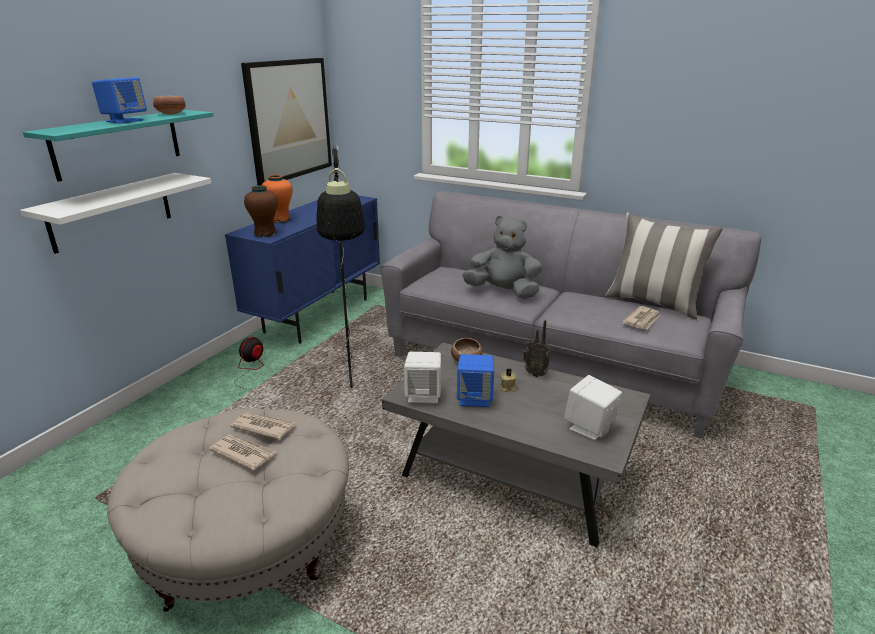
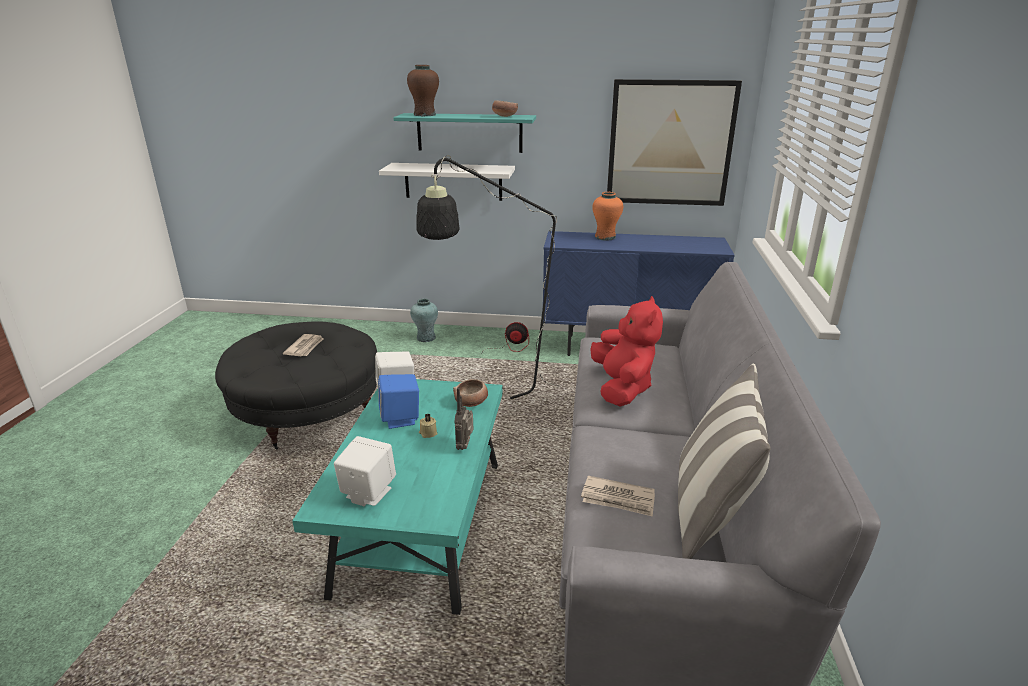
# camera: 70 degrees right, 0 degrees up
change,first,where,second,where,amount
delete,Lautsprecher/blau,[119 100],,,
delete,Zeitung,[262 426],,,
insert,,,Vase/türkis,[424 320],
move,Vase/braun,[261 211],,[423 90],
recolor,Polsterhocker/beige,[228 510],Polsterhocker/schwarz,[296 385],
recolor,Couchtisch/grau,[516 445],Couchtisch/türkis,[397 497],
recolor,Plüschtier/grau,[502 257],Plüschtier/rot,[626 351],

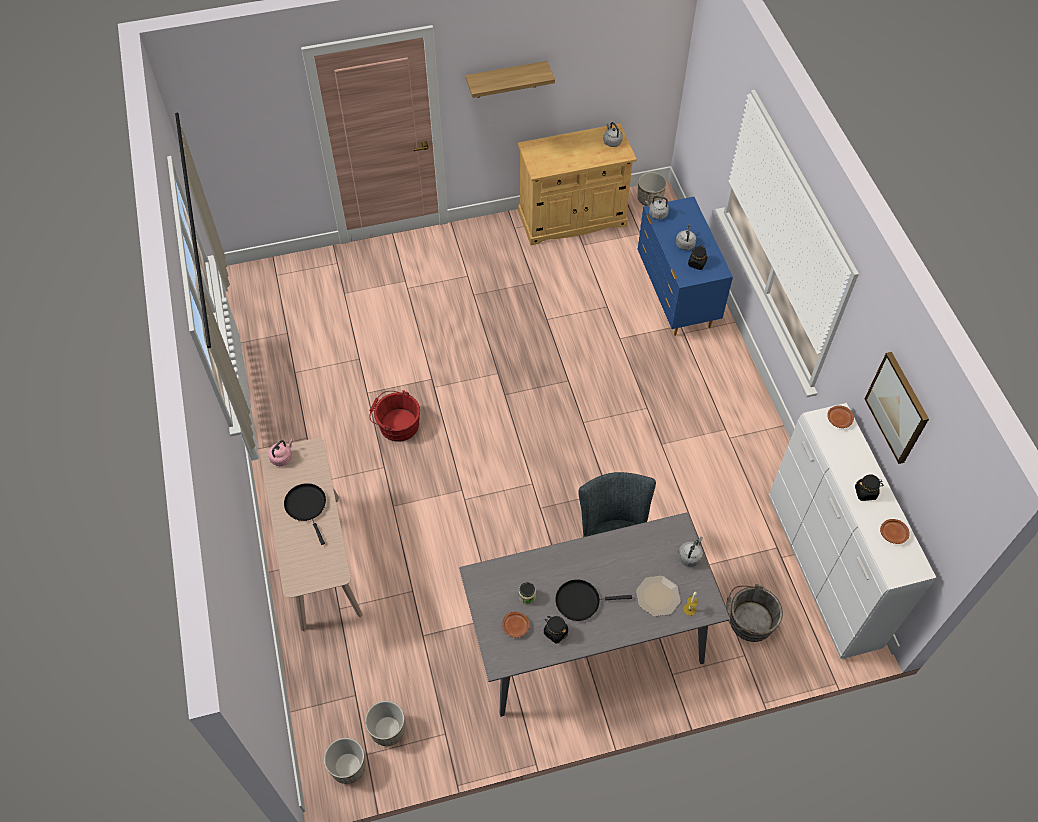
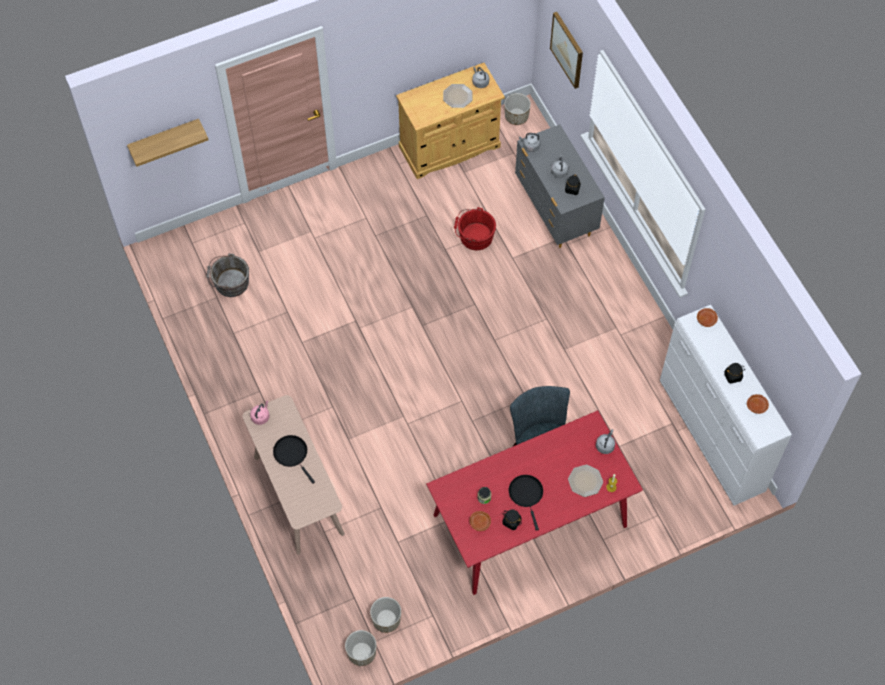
# camera: 10 degrees left, 5 degrees up
change,first,where,second,where,amount
insert,,,Teller,[458 96],
move,Eimer/rot,[394 416],,[475 228],
move,Wandregal,[510 79],,[167 143],
move,Eimer/grau,[754 613],,[227 275],
move,Bild,[897 408],,[566 50],
recolor,Esstisch/grau,[594 614],Esstisch/rot,[534 502],
recolor,Kommode/blau,[685 266],Kommode/grau,[560 186],
rotate,Pfanne/schwarz,[593 600],,[526 503],90 degrees clockwise

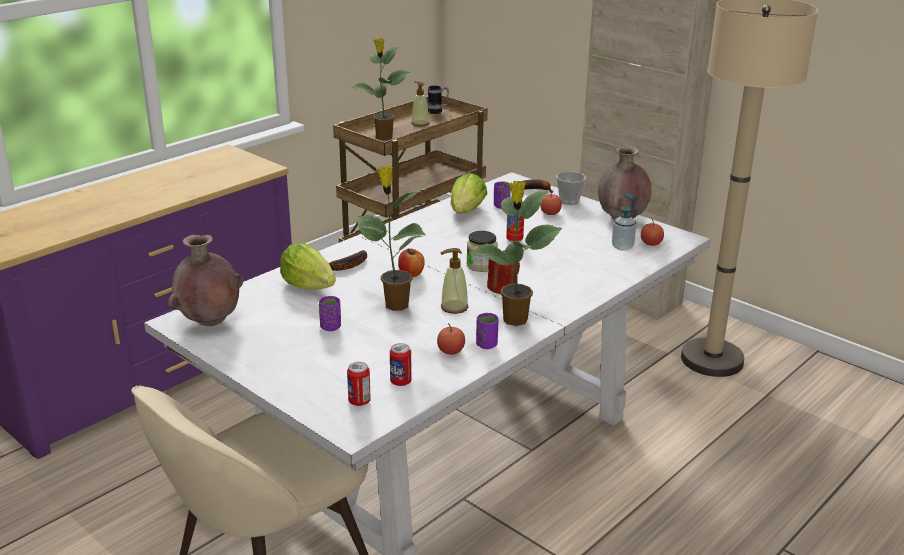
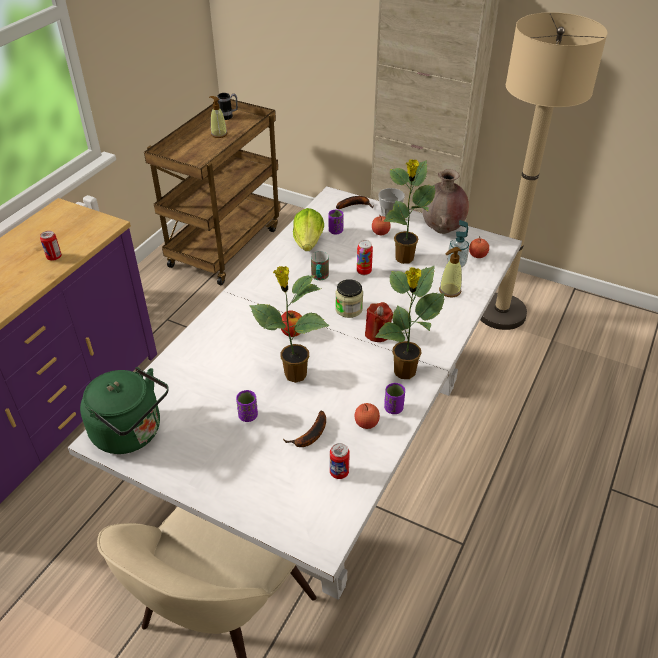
# camera: 15 degrees left, 15 degrees up
change,first,where,second,where,amount
delete,Salatkopf,[308 266],,,
insert,,,Henkelbecher,[320 265],
move,Banane,[348 260],,[304 429],
move,Dose,[359 384],,[51 245],
move,Topfpflanze,[381 89],,[410 211],
move,Seifenspender,[454 281],,[450 272],
replace,Vase/braun,[205 280],Wasserkessel/grün,[124 410],

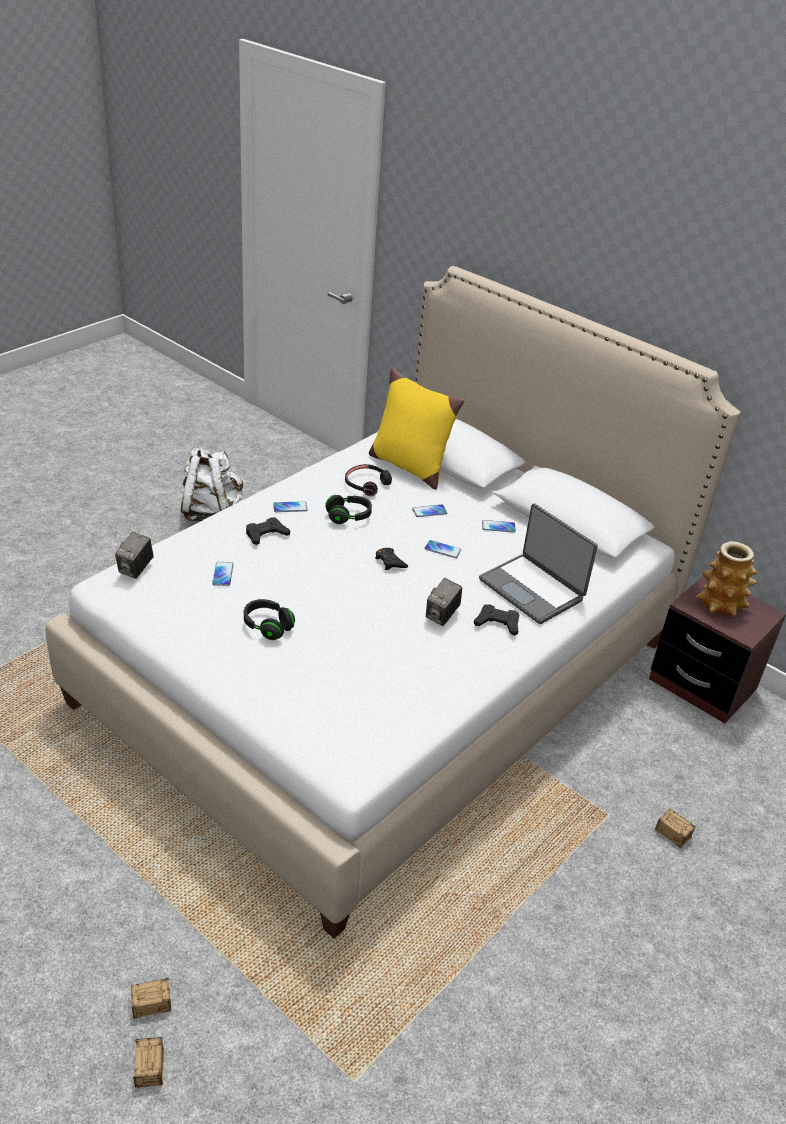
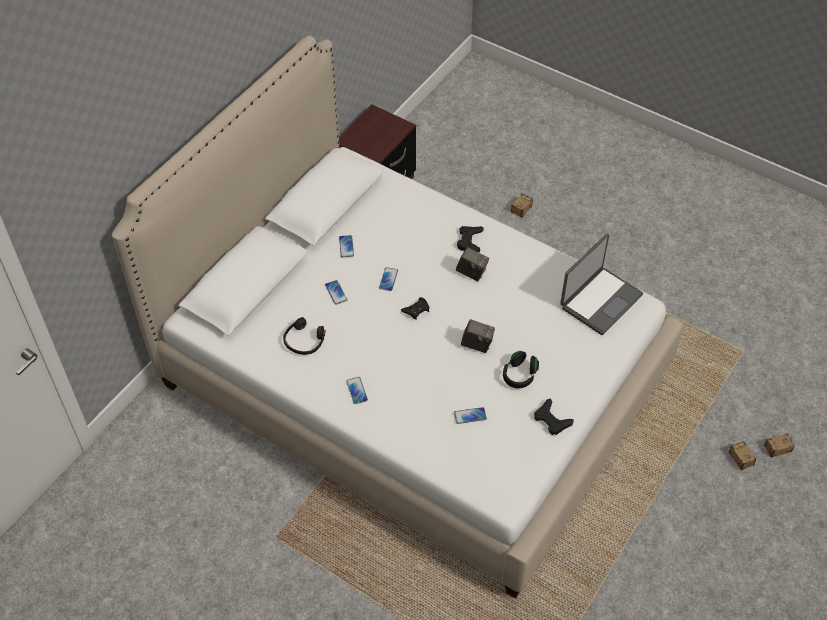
# camera: 95 degrees left, 15 degrees up
change,first,where,second,where,amount
delete,Rucksack/weiß,[211 485],,,
delete,Kopfhörer/schwarz,[348 509],,,
delete,Kissen/gelb,[416 429],,,
delete,Vase,[726 578],,,
move,Kamera,[134 555],,[478 336],
move,Gamepad/schwarz,[268 531],,[554 416],
move,Laptop,[538 563],,[601 284],

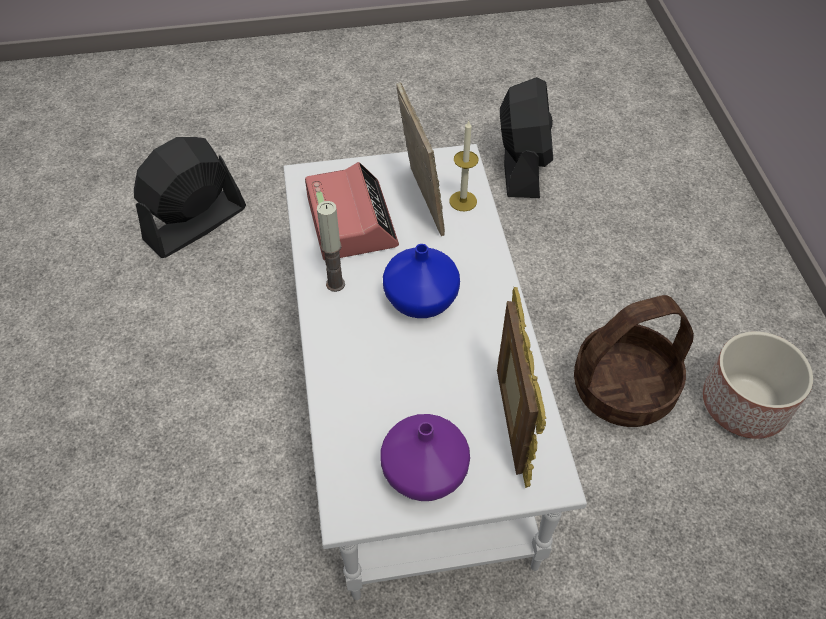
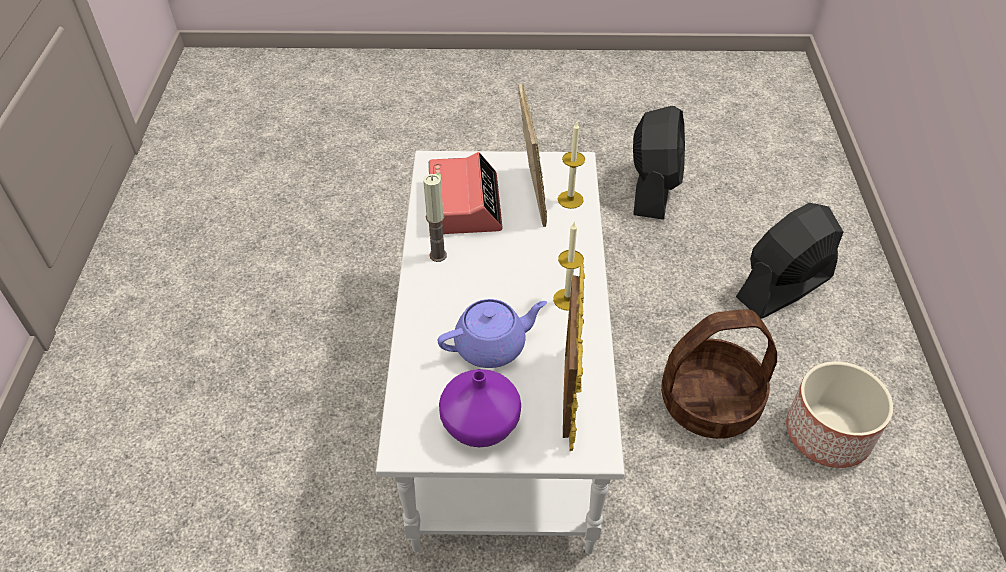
# camera: 10 degrees right, 5 degrees down
change,first,where,second,where,amount
delete,Vase/blau,[421 281],,,
insert,,,Teekanne/lila,[492 333],
insert,,,Kerze,[568 266],
move,Ventilator/schwarz,[190 197],,[789 261],

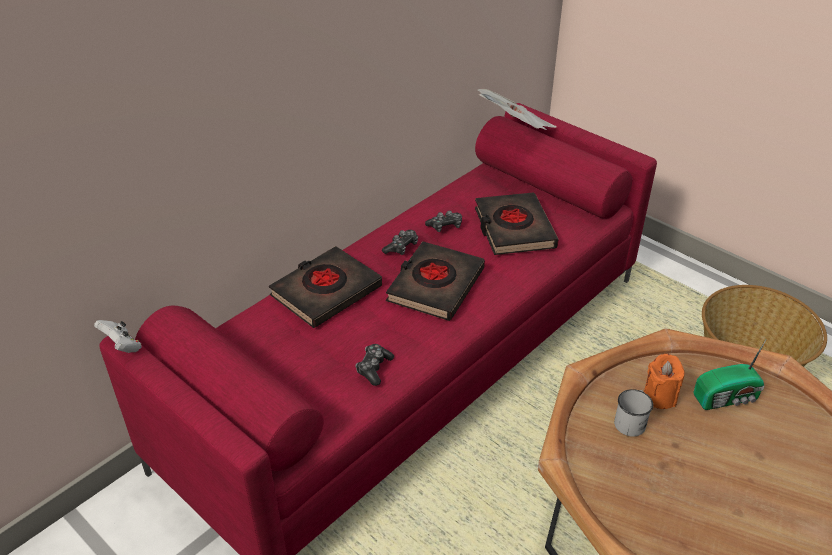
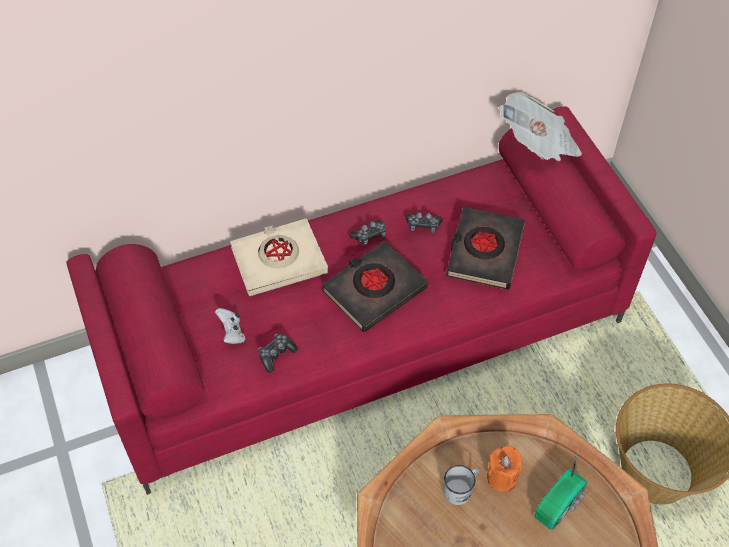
# camera: 25 degrees right, 15 degrees up
change,first,where,second,where,amount
move,Gamepad/weiß,[118 336],,[230 326],
recolor,Buch/schwarz,[325 287],Buch/beige,[279 257],
rotate,Radio,[729 375],,[561 490],60 degrees counterclockwise

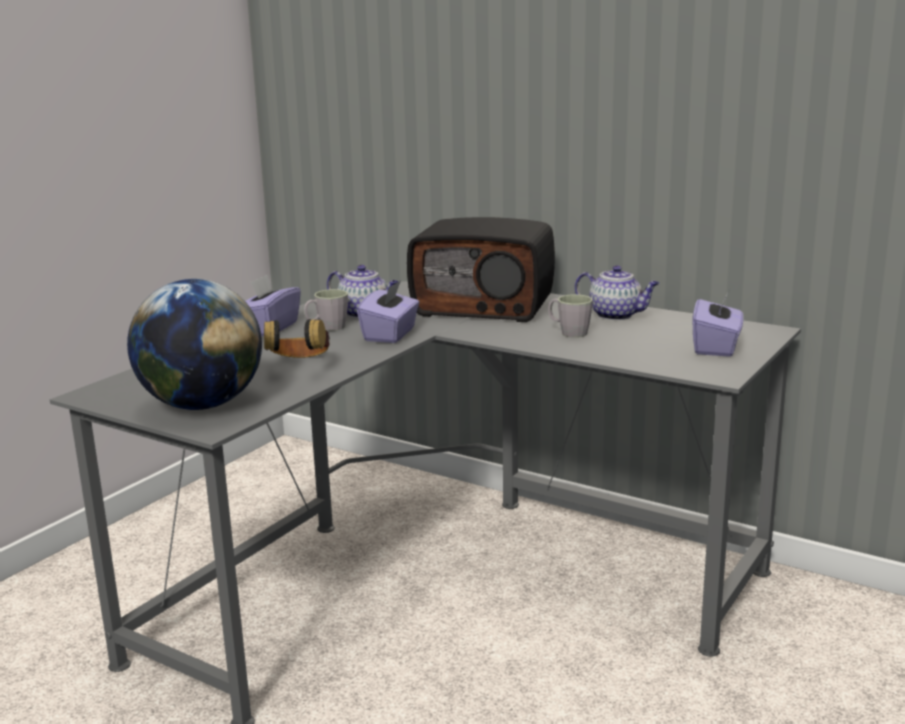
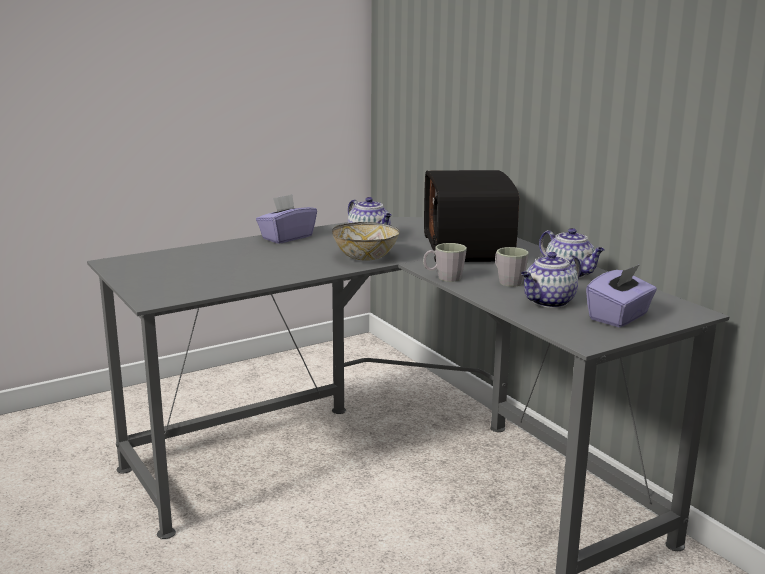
# camera: 25 degrees right, 0 degrees up
change,first,where,second,where,amount
delete,Globus,[194 344],,,
delete,Kopfhörer,[297 338],,,
insert,,,Teekanne,[551 280],
move,Henkelbecher/grau,[326 310],,[445 262],
replace,Taschentuchbox/lila,[388 311],Schüssel,[366 241],
rotate,Radio,[481 269],,[471 216],45 degrees clockwise

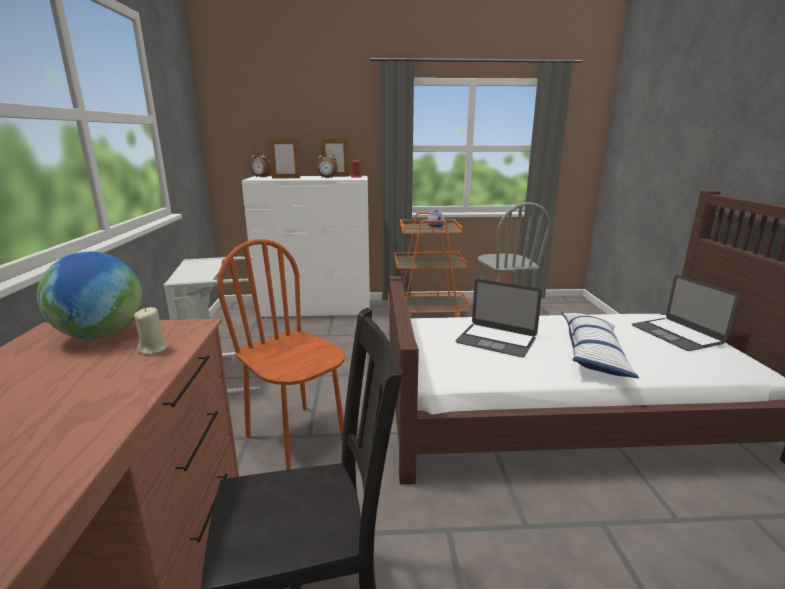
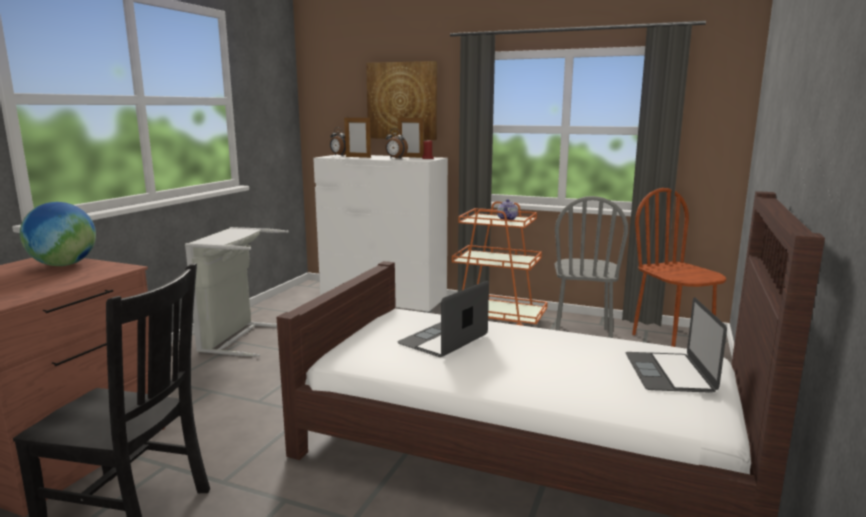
# camera: 25 degrees right, 5 degrees down
change,first,where,second,where,amount
delete,Kerze/beige,[151 331],,,
delete,Kissen,[600 345],,,
insert,,,Bild,[401 100],
move,Stuhl/braun,[281 354],,[679 267],
rotate,Laptop,[498 318],,[443 319],75 degrees clockwise

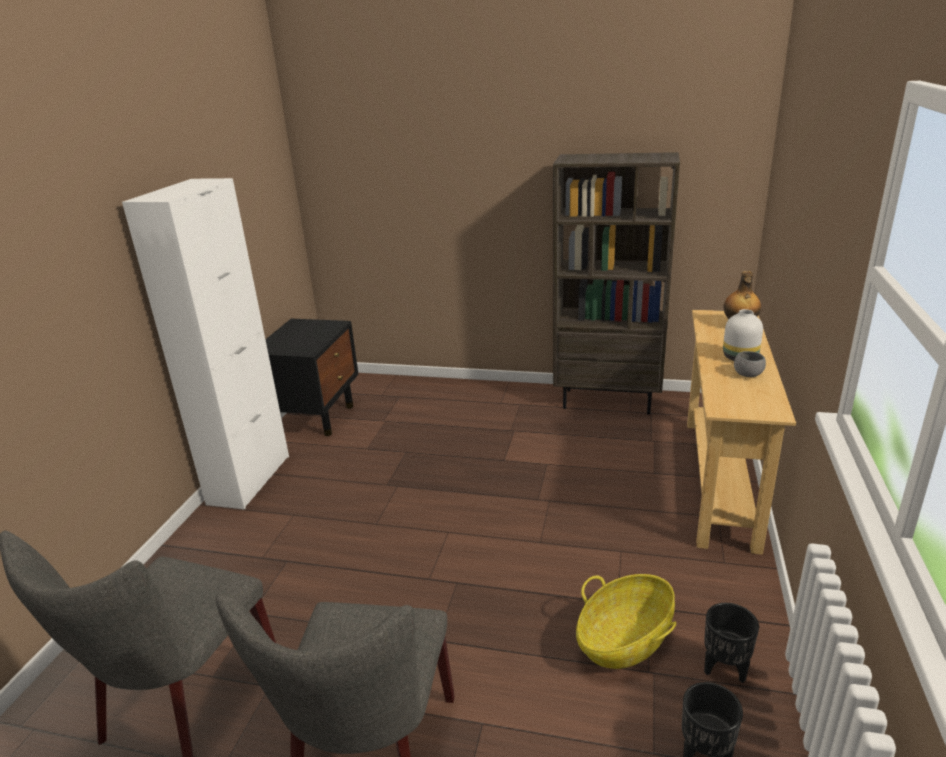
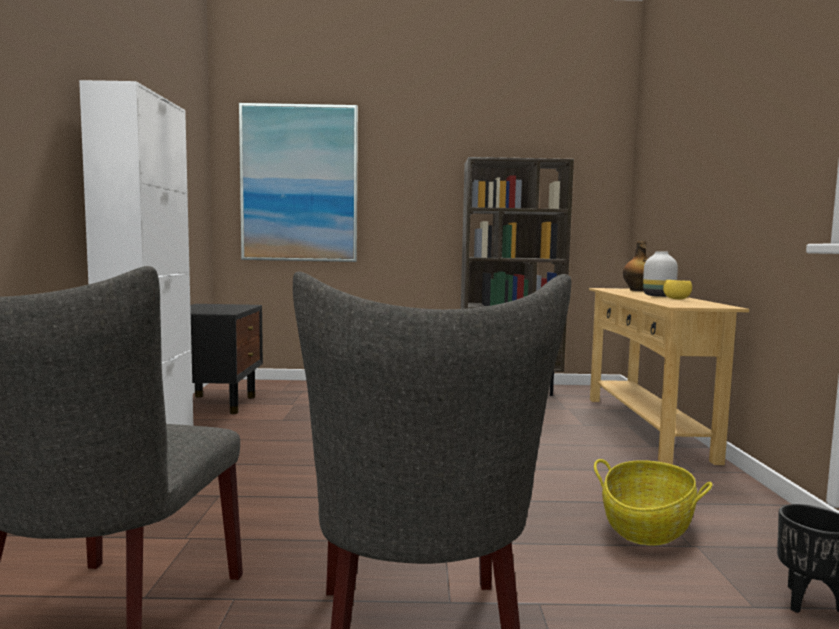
# camera: 15 degrees left, 20 degrees down
change,first,where,second,where,amount
delete,Pflanzkübel/schwarz,[731 643],,,
insert,,,Bild,[298 182],
recolor,Schüssel/grau,[750 364],Schüssel/gelb,[677 289],

